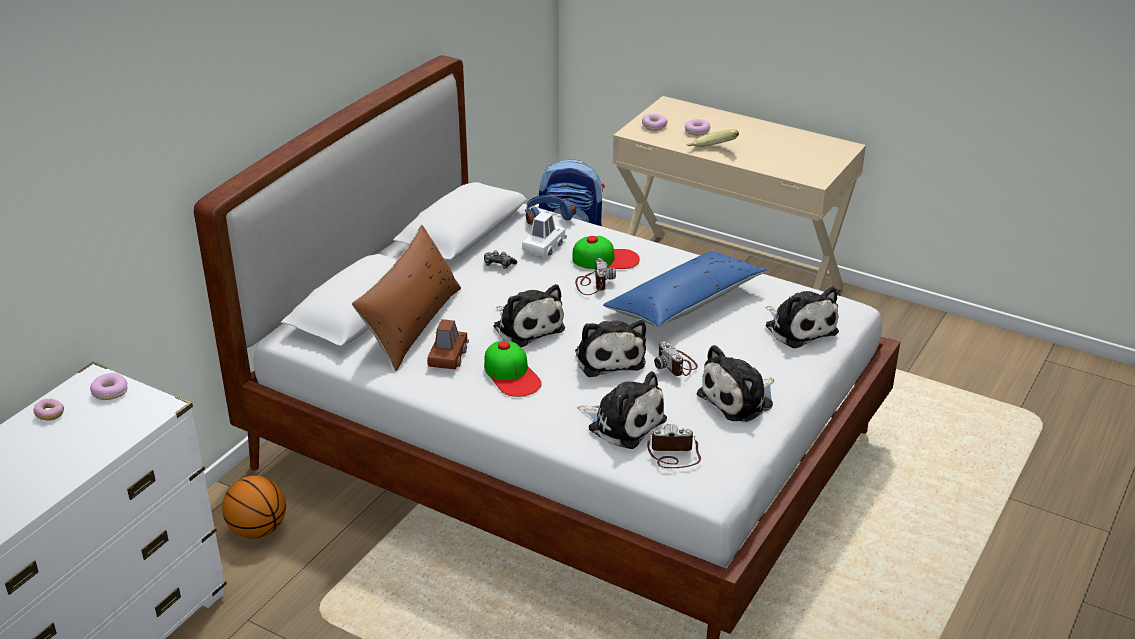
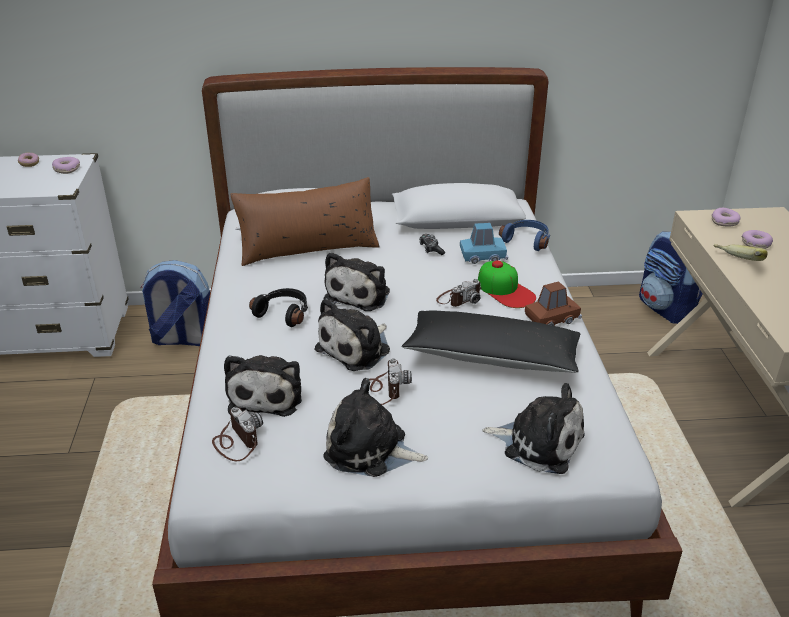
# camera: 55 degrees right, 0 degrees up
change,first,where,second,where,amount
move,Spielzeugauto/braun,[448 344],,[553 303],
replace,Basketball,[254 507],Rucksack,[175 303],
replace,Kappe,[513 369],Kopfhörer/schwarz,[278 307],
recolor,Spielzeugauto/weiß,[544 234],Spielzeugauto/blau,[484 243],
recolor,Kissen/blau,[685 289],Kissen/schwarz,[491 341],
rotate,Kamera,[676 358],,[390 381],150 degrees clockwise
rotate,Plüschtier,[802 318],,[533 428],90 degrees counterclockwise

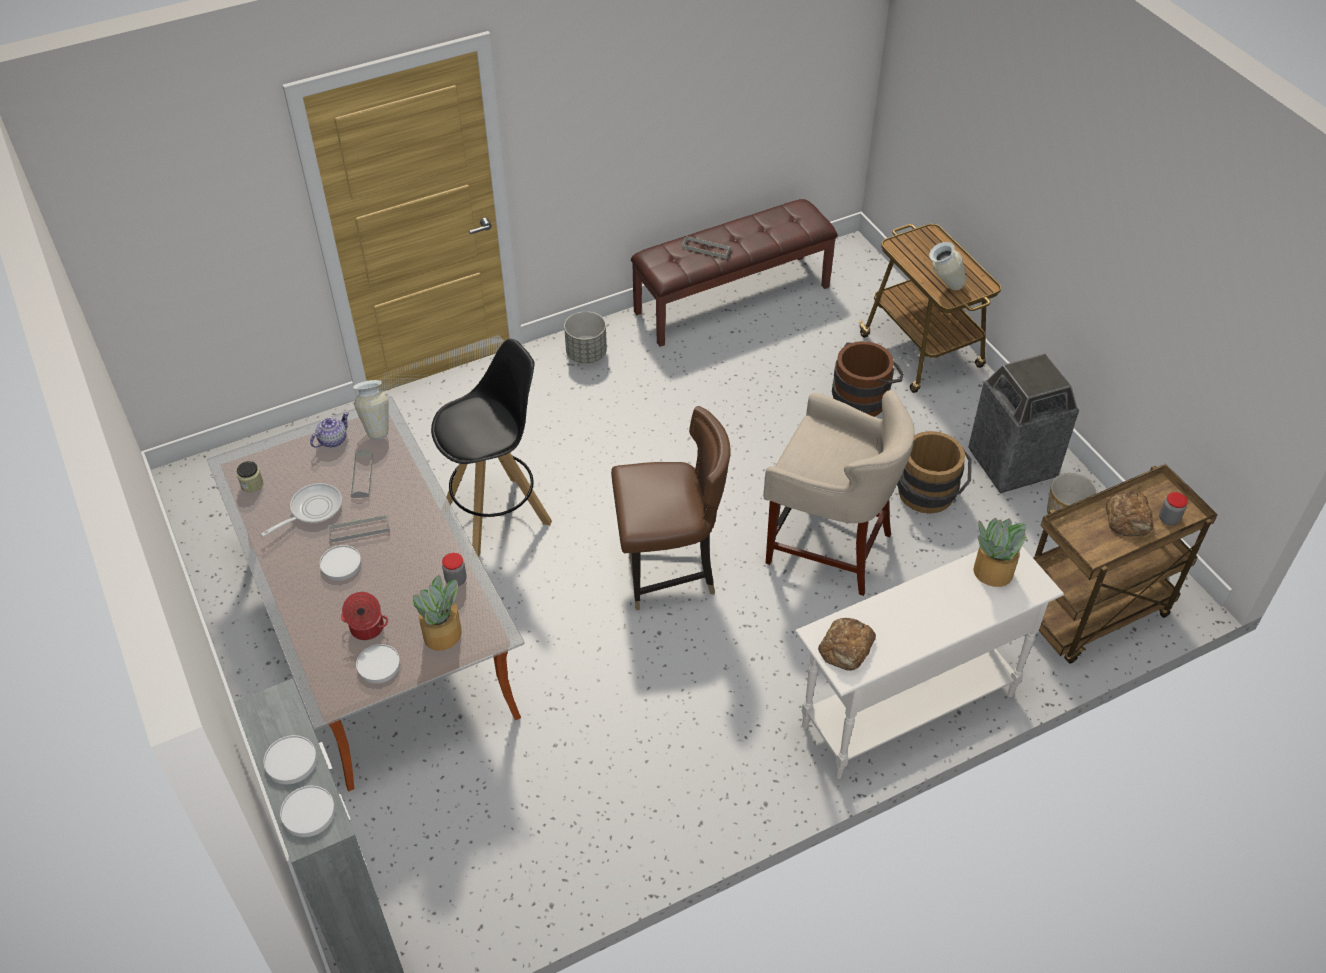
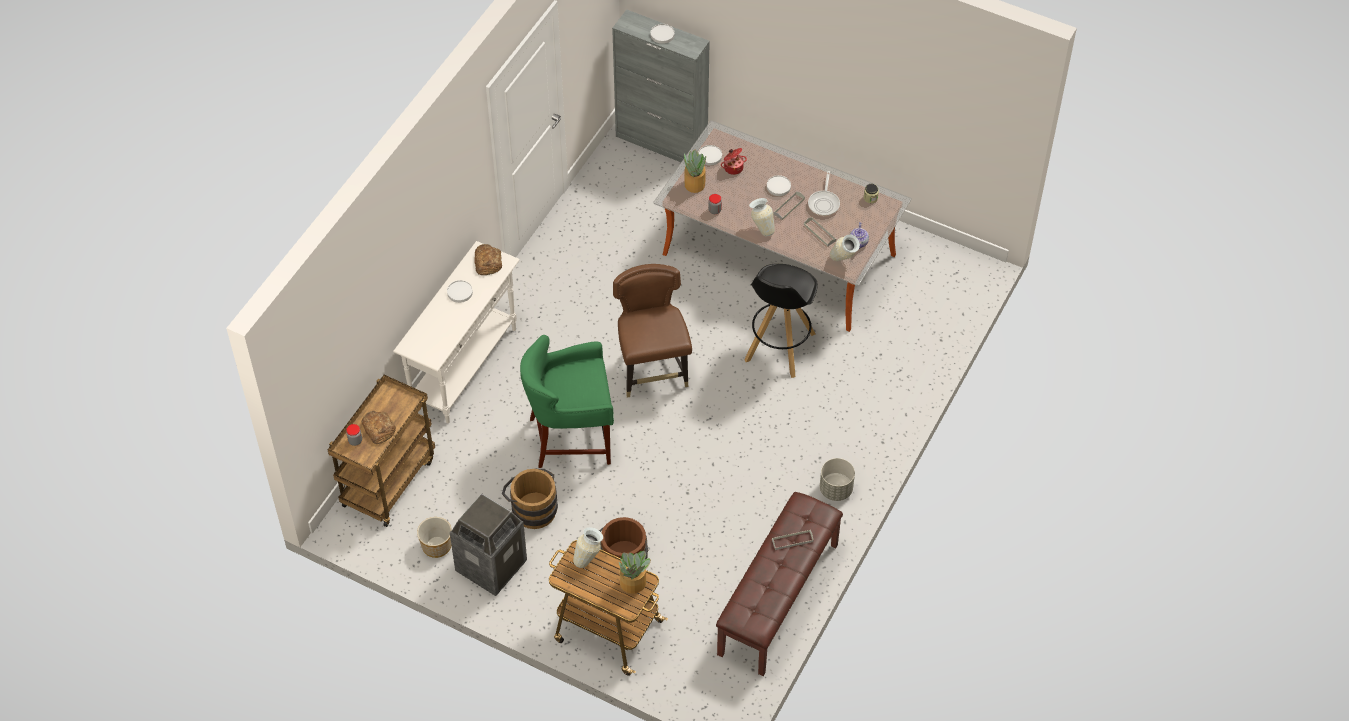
# camera: 145 degrees right, 5 degrees up
change,first,where,second,where,amount
insert,,,Vase,[762 217],
move,Teller/weiß,[307 811],,[460 291],
move,Topfpflanze,[1000 552],,[634 572],
recolor,Hocker/beige,[839 493],Hocker/grün,[567 401],
rotate,Stuhl/braun,[671 508],,[652 331],120 degrees clockwise

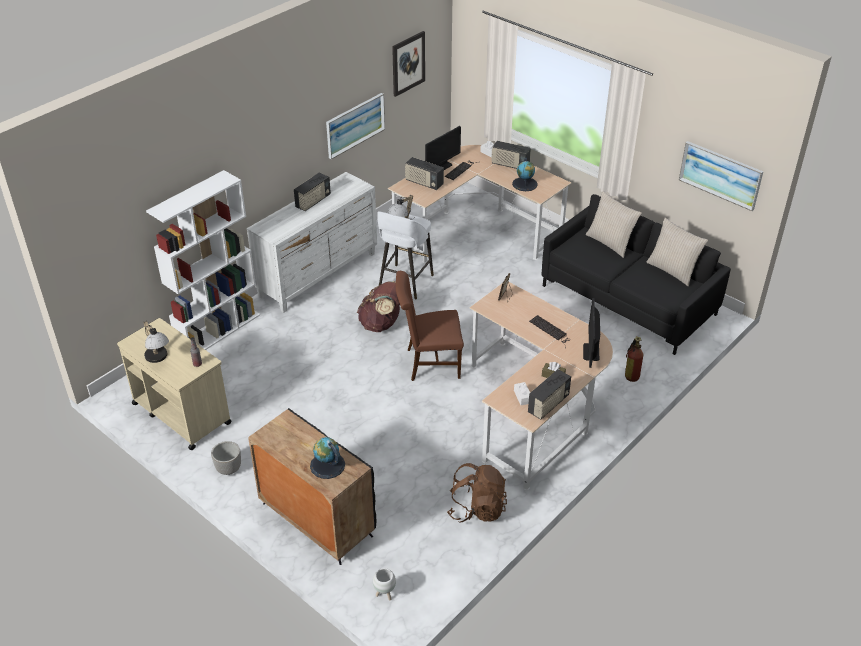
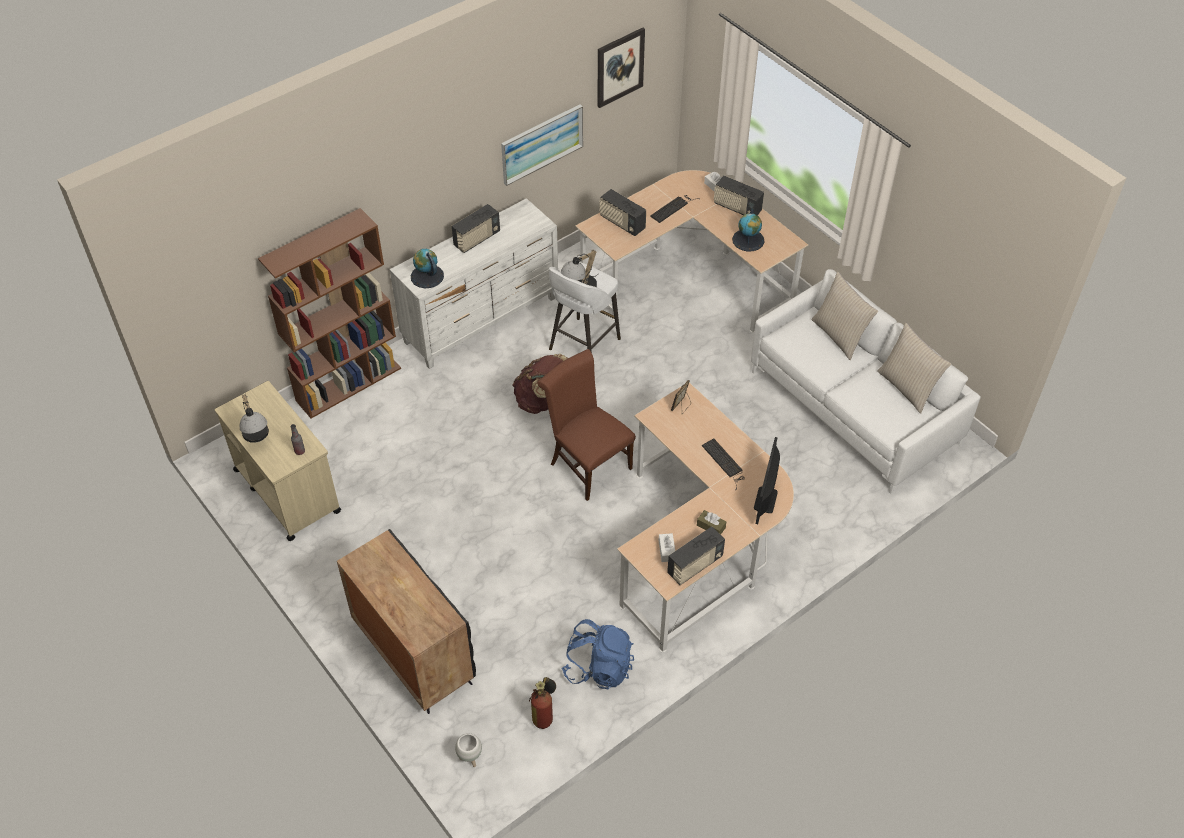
# camera: 10 degrees right, 10 degrees up
change,first,where,second,where,amount
delete,Pflanzkübel,[226 458],,,
delete,Monitor,[443 148],,,
delete,Bild,[721 176],,,
move,Globus,[327 458],,[427 268],
move,Feuerlöscher,[634 359],,[542 703],
recolor,Bücherregal/weiß,[203 260],Bücherregal/braun,[329 313],
recolor,Rucksack/braun,[477 493],Rucksack/blau,[597 654],
recolor,Sofa/schwarz,[636 274],Sofa/weiß,[866 381],
rotate,Stuhl/braun,[429 326],,[586 425],45 degrees clockwise

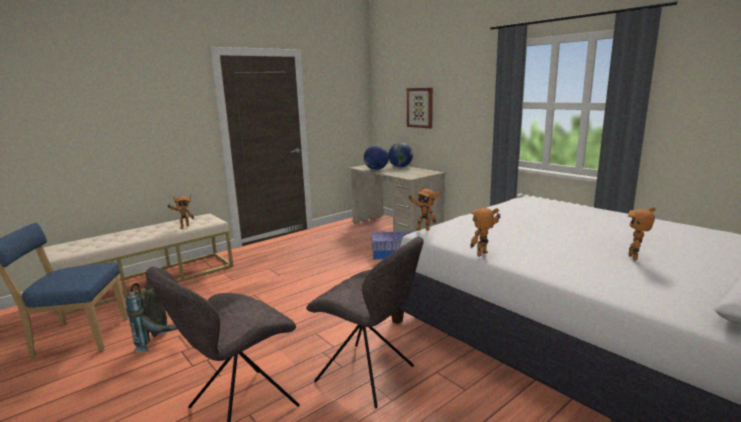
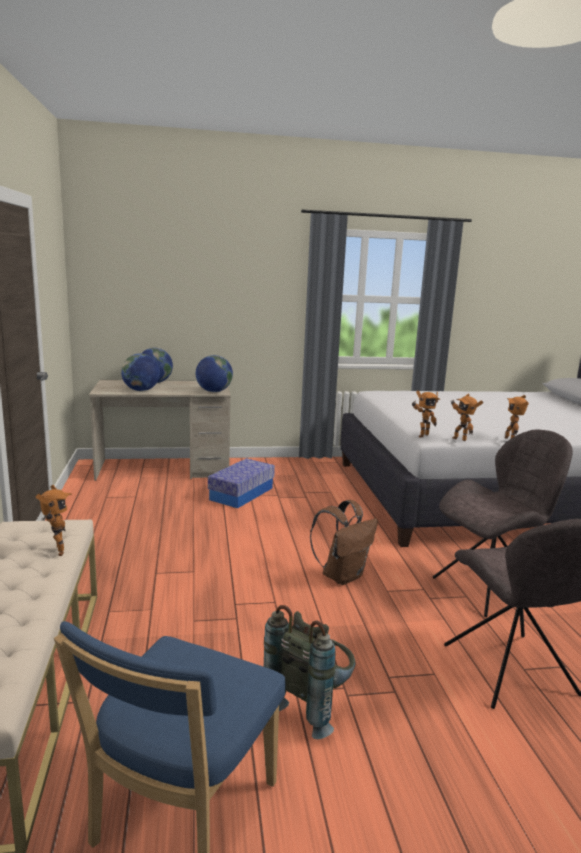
# camera: 60 degrees left, 0 degrees up
change,first,where,second,where,amount
delete,Bild,[420 108],,,
insert,,,Globus,[214 373],
insert,,,Rucksack/braun,[344 542],
move,Spielzeugroboter,[642 234],,[467 417],

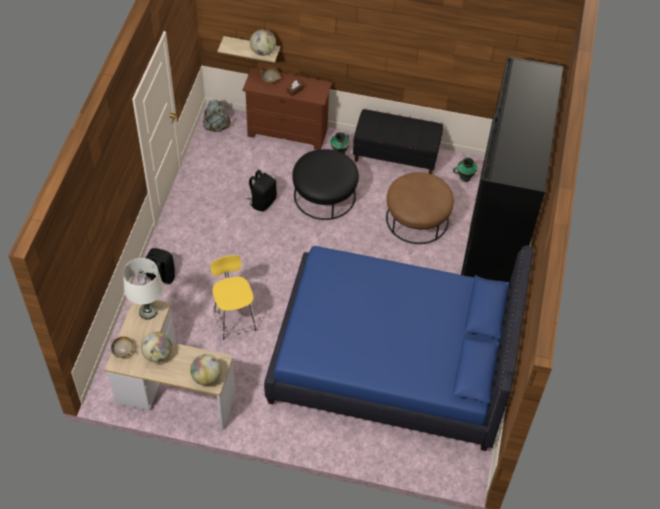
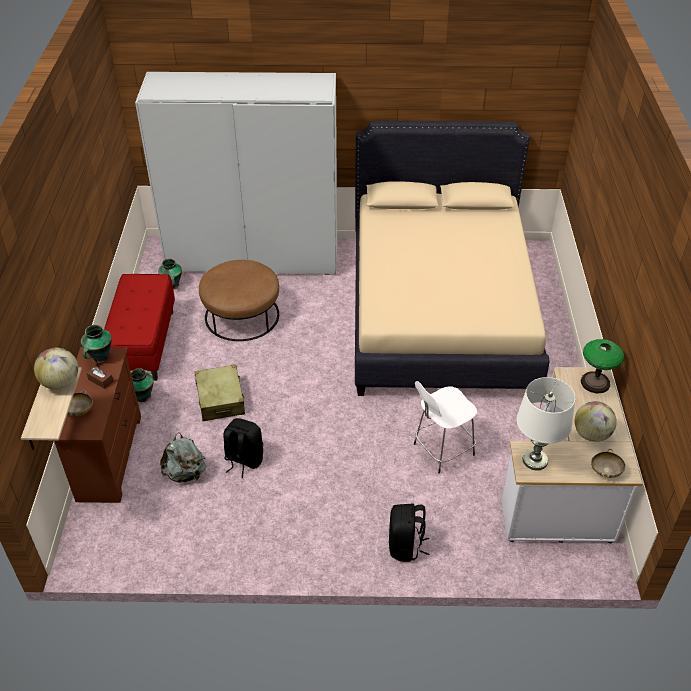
# camera: 100 degrees left, 10 degrees down
change,first,where,second,where,amount
insert,,,Vase,[96 344],
move,Rucksack/grau,[217 115],,[183 458],
replace,Globus,[206 370],Tischlampe,[602 366],
replace,Polsterhocker/schwarz,[325 184],Koffer/beige,[219 393],
recolor,Hocker/gelb,[233 297],Hocker/weiß,[445 427],
recolor,Bett/blau,[398 348],Bett/beige,[452 258],
recolor,Bank/schwarz,[398 141],Bank/rot,[139 327],
recolor,Kleiderschrank/schwarz,[512 170],Kleiderschrank/weiß,[236 173],

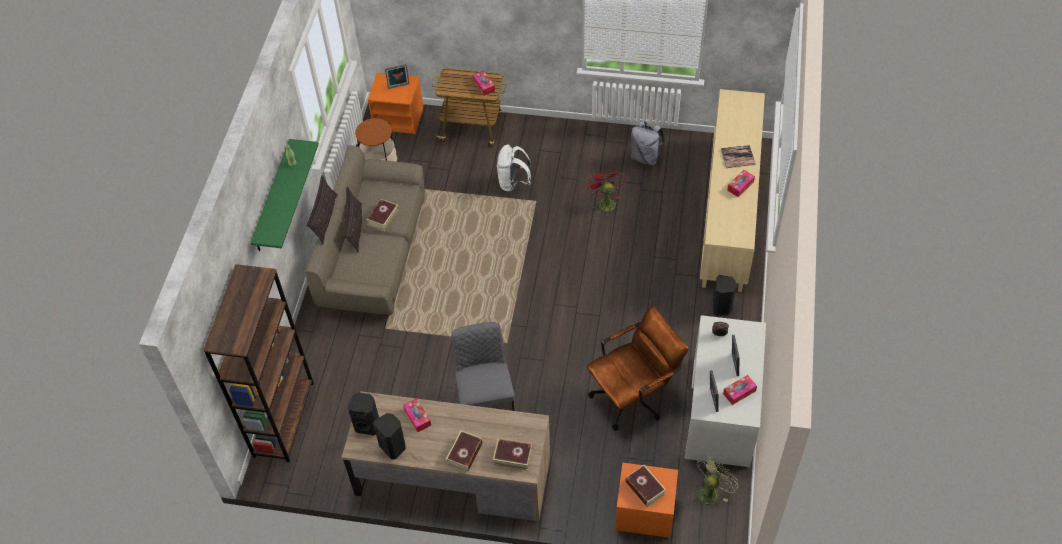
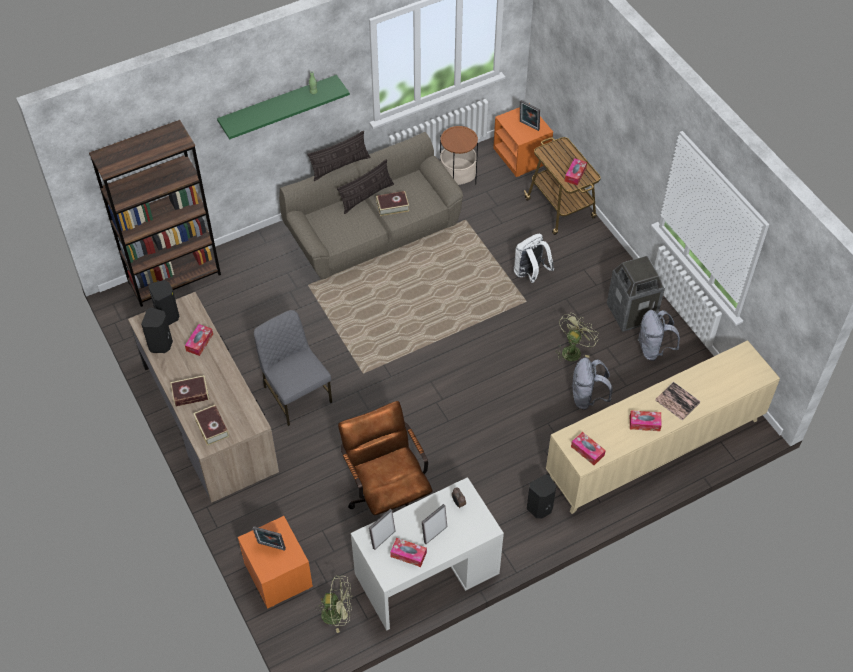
# camera: 50 degrees right, 0 degrees up
change,first,where,second,where,amount
insert,,,Taschentuchbox,[588 448],
insert,,,Rucksack/grau,[592 384],
insert,,,Mülleimer,[636 294],
replace,Buch,[645 486],Bilderrahmen,[269 538],
recolor,Ventilator/rot,[605 191],Ventilator/grün,[577 337],
rotate,Stuhl/grau,[483 366],,[293 368],75 degrees counterclockwise
rotate,Bürostuhl/braun,[638 368],,[385 458],135 degrees counterclockwise

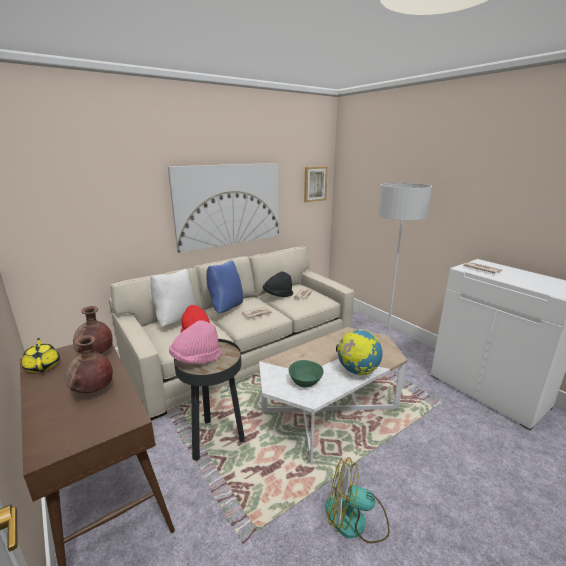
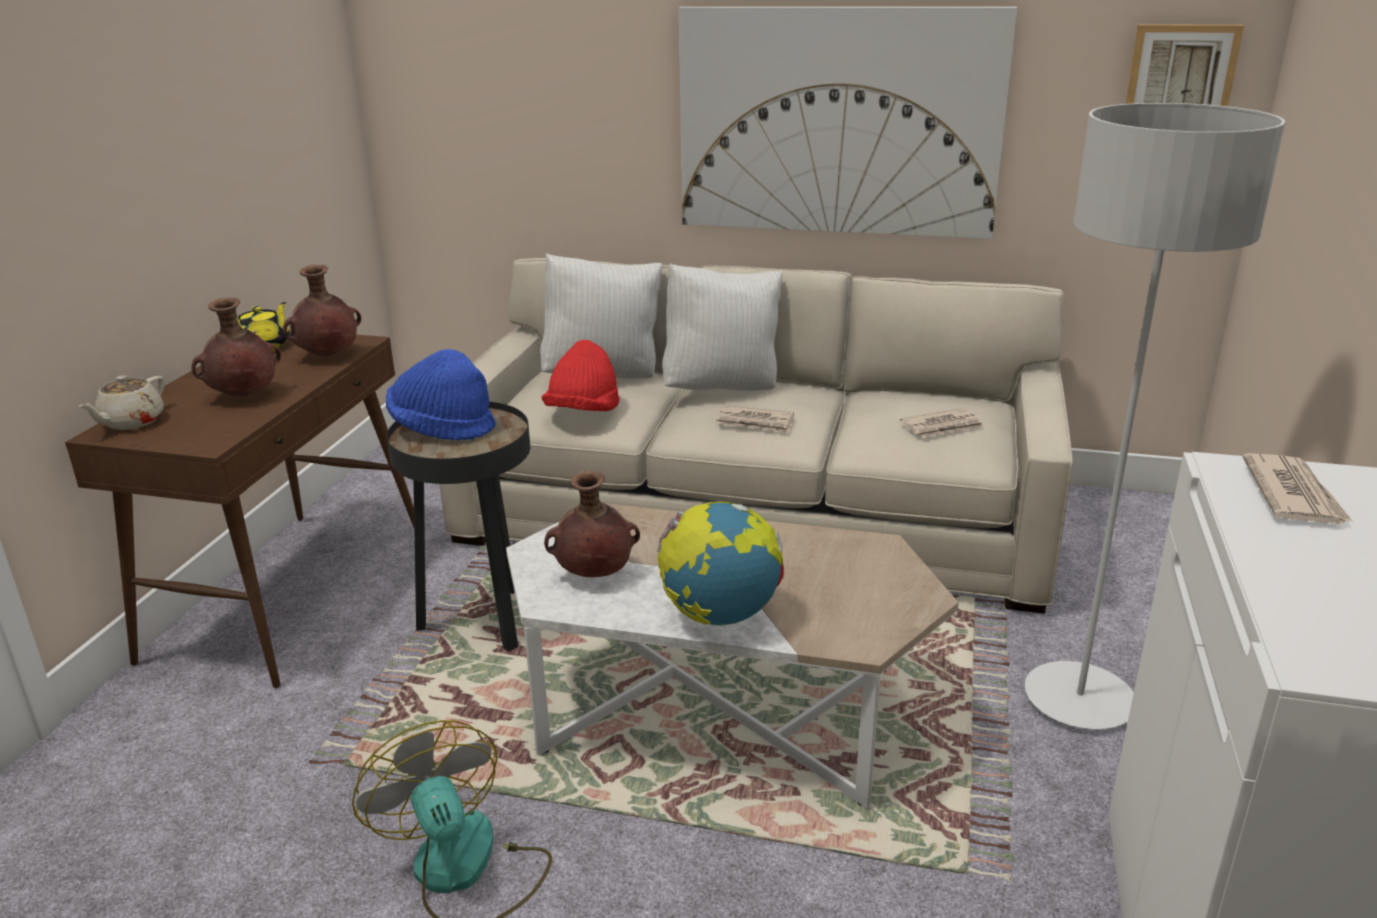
# camera: 50 degrees right, 5 degrees up
change,first,where,second,where,amount
delete,Hut/schwarz,[278 284],,,
insert,,,Teekanne/beige,[122 402],
replace,Schüssel/grün,[306 374],Vase/braun,[592 523],
recolor,Hut/rosa,[195 343],Hut/blau,[441 394],
recolor,Kissen/blau,[224 287],Kissen/weiß,[722 327],

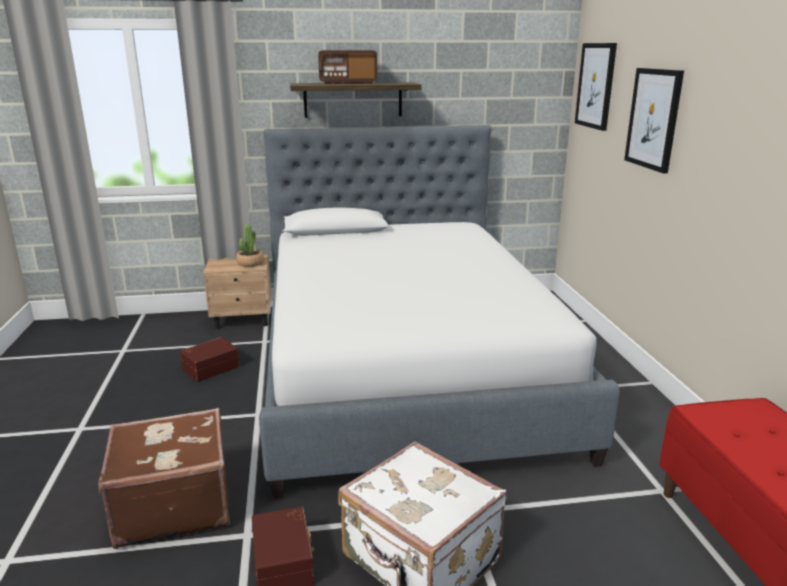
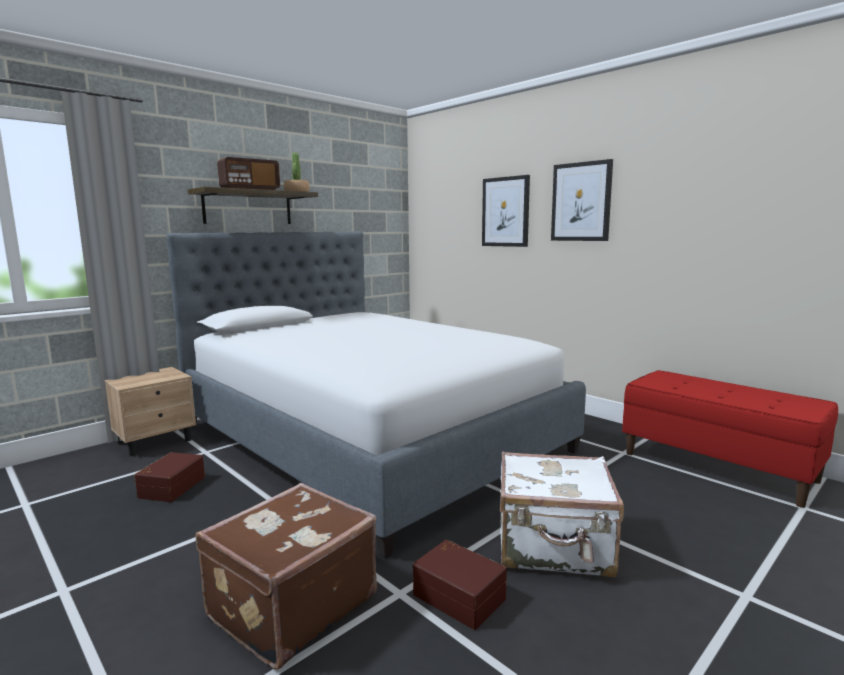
# camera: 35 degrees left, 10 degrees down
change,first,where,second,where,amount
move,Topfpflanze,[250 245],,[297 172],
move,Bild,[596 87],,[582 200],

